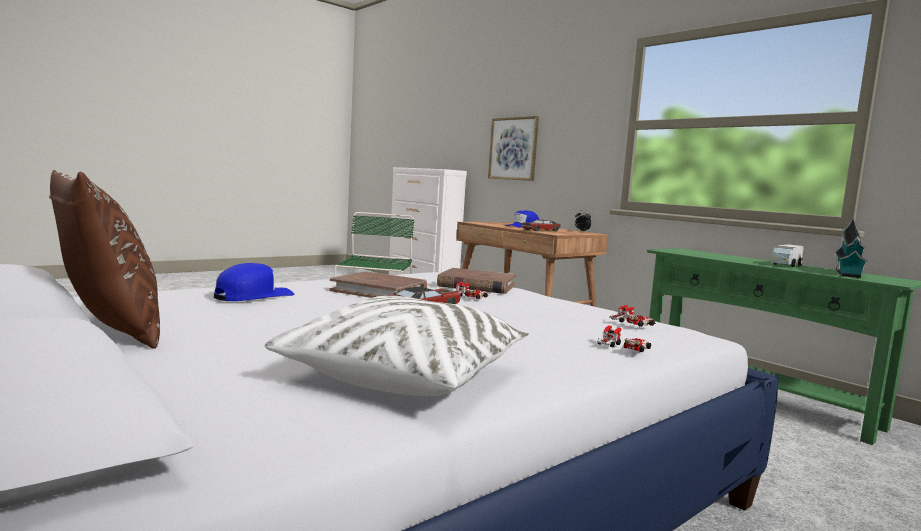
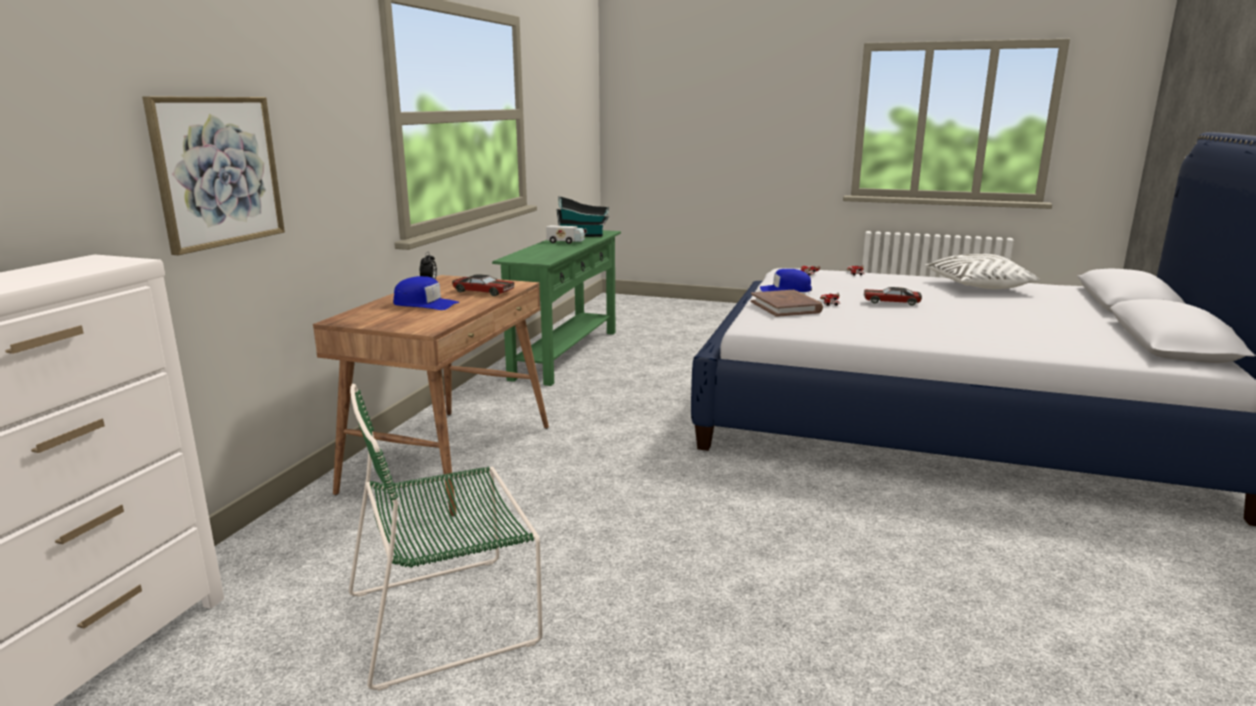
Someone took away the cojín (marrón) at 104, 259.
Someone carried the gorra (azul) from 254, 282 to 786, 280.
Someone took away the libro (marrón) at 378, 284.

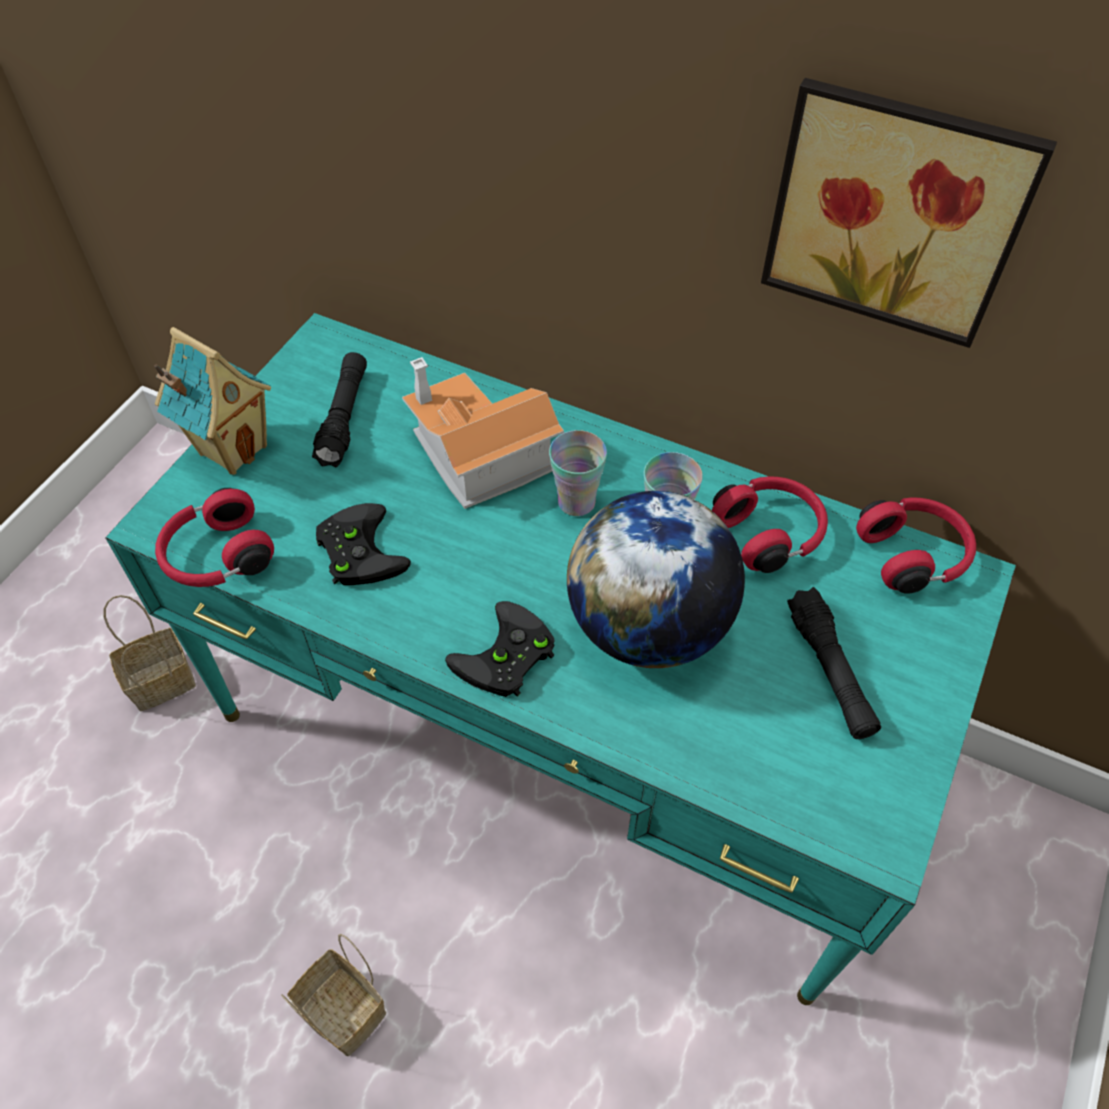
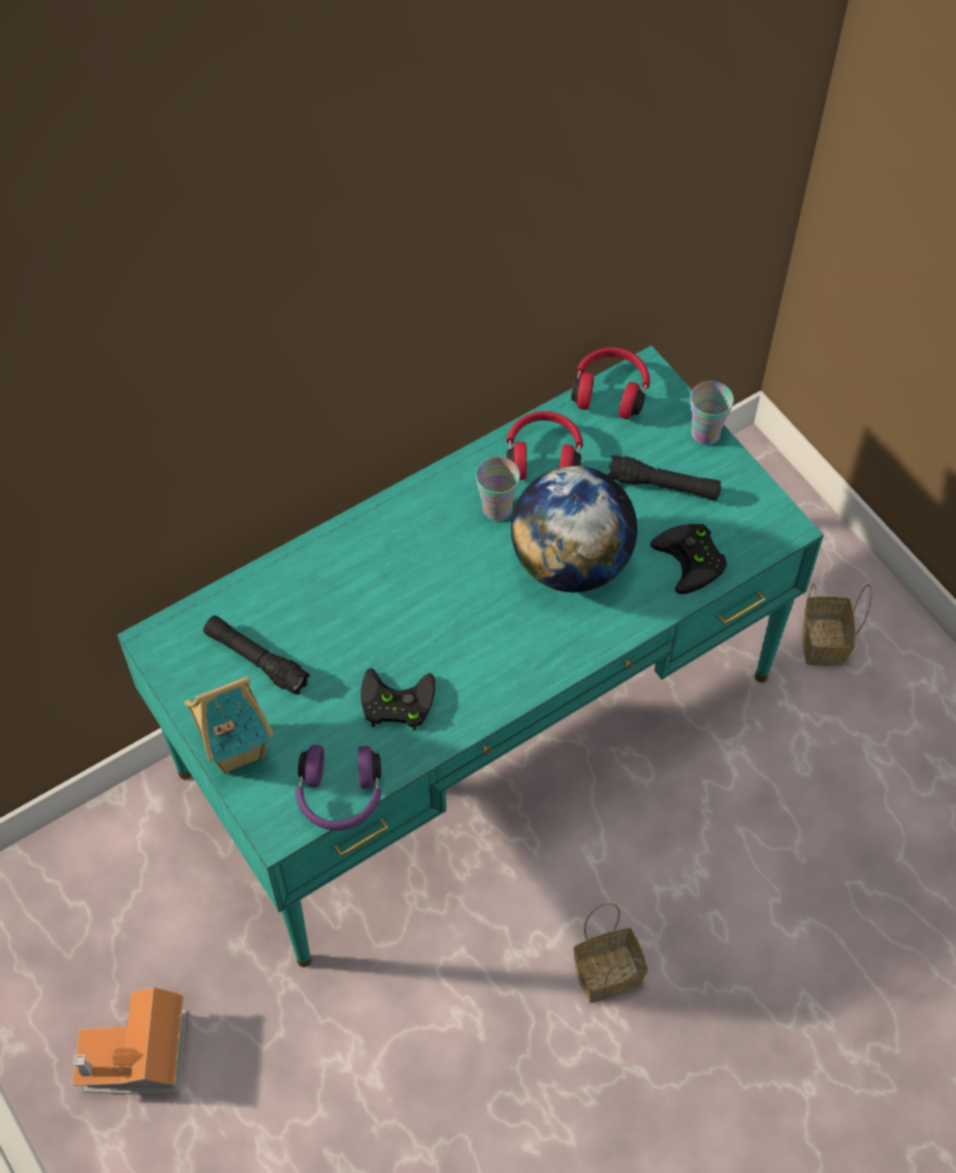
Someone carried the cesta from 149, 653 to 837, 624.
Someone repainted the auriculares (rojo) at 214, 537, which became the auriculares (morado) at 338, 788.
Someone carried the casita from 483, 433 to 129, 1040.
Someone carried the mando de consola (negro) from 500, 649 to 689, 559.
Someone carried the taza from 578, 473 to 712, 413.
Someone took away the cuadro at 909, 213.

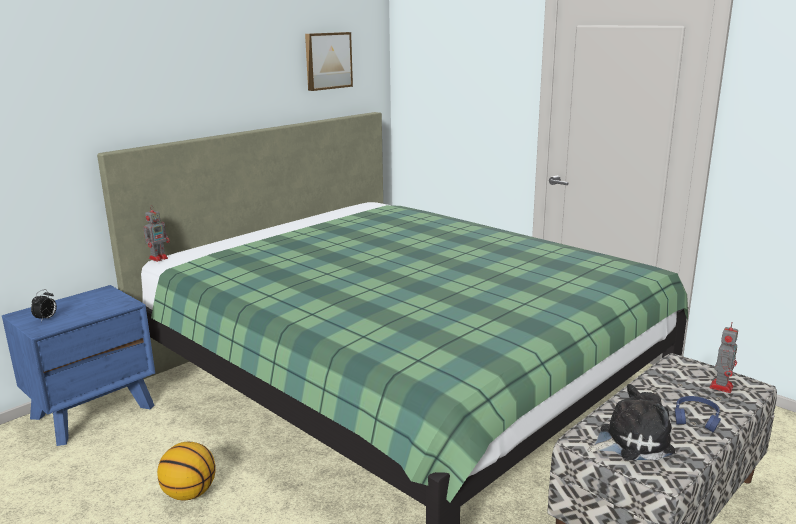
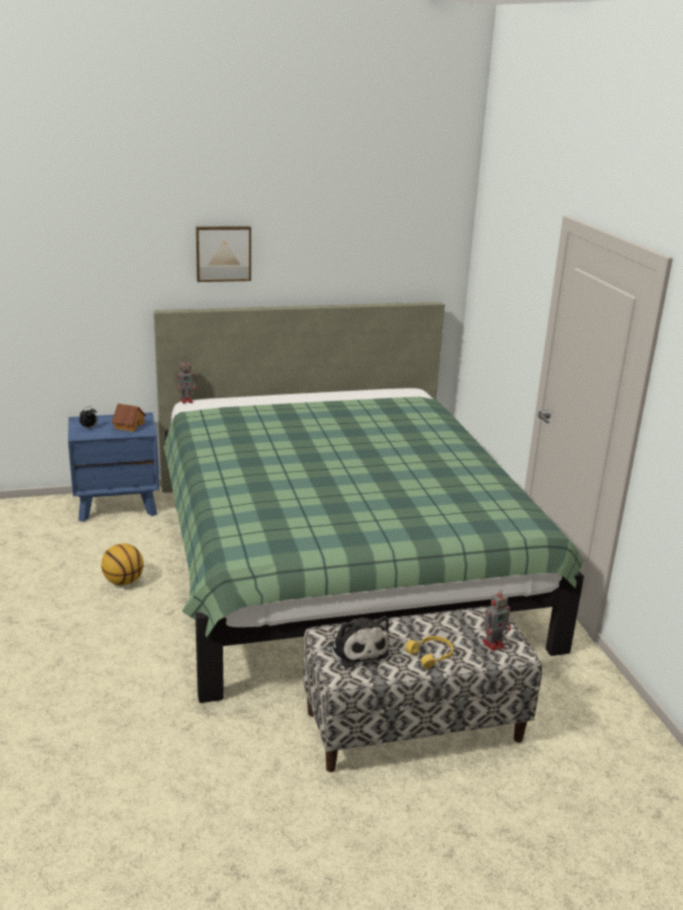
Someone carried the cuadro from 329, 61 to 223, 254.
Someone rotated the peluche at 631, 422 by 45 degrees clockwise.
Someone repainted the auriculares (azul) at 698, 414, which became the auriculares (amarillo) at 429, 652.
Someone put down the casita at 128, 417.

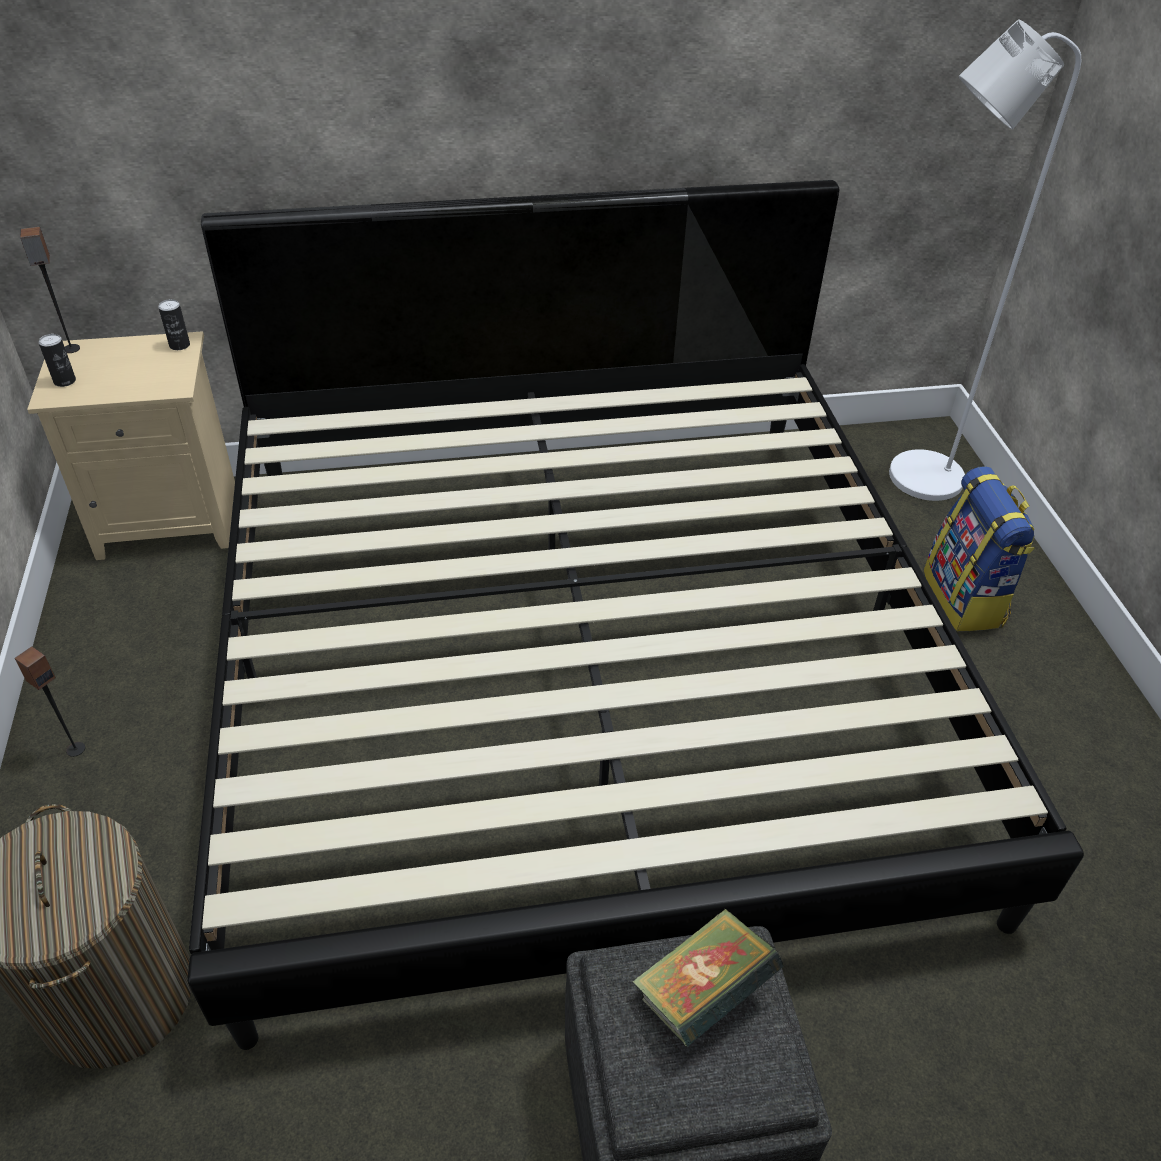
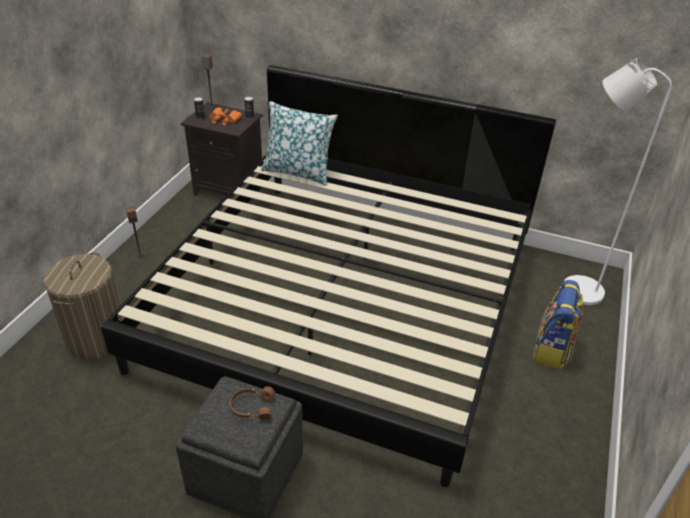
Someone repainted the mesita de noche (beis) at 131, 445, which became the mesita de noche (negro) at 222, 149.
Someone swapped the libro at 708, 978 for the auriculares (marrón) at 252, 403.
Someone put down the prismáticos (naranja) at 225, 116.
Someone put down the cojín at 299, 143.

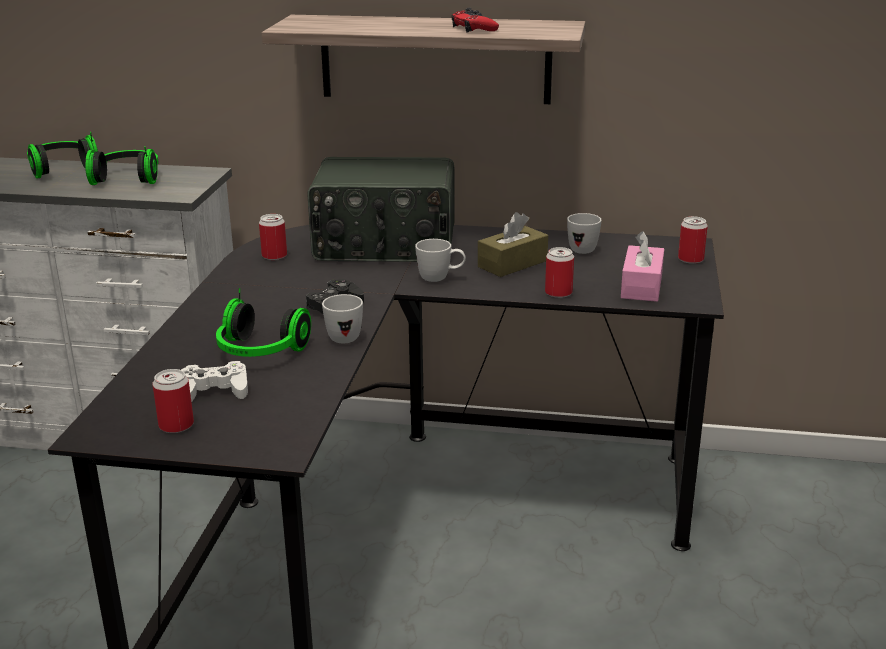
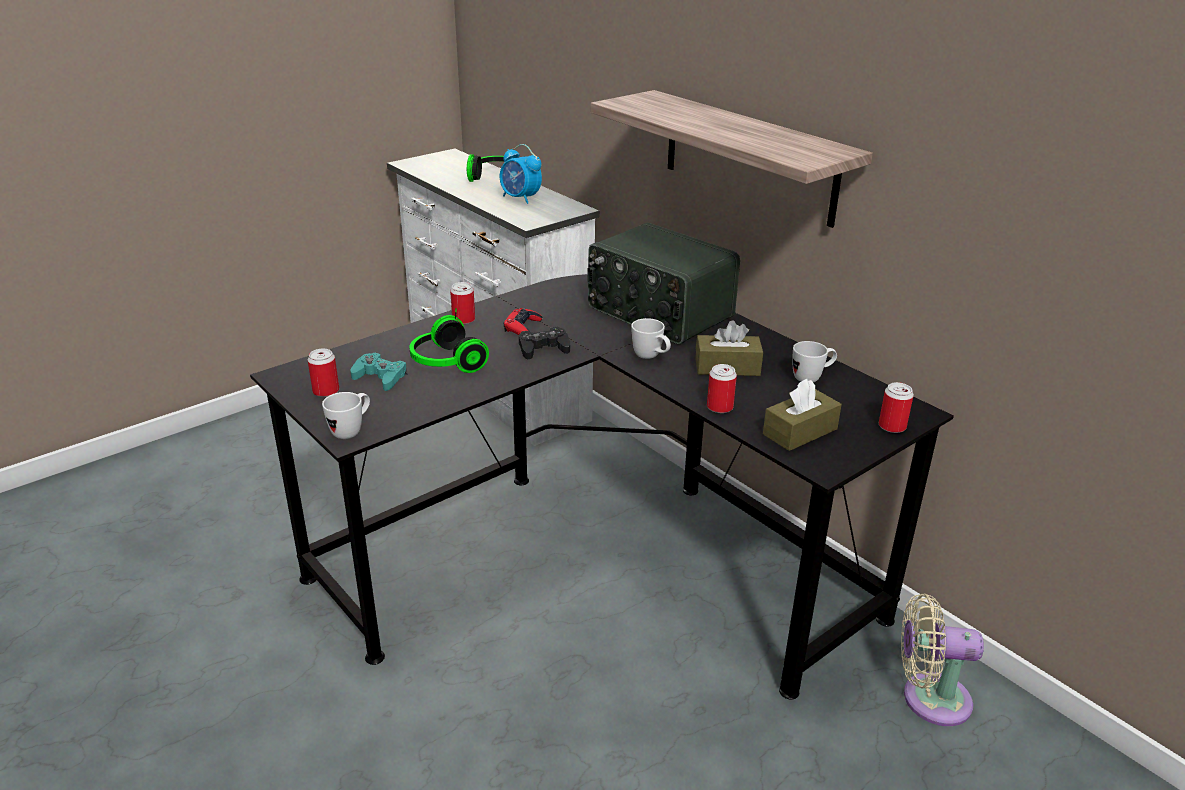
Someone swapped the auriculares at 122, 165 for the despertador at 521, 174.
Someone repainted the mando de consola (blanco) at 214, 381, which became the mando de consola (turquesa) at 378, 372.
Someone carried the lata from 273, 237 to 462, 303.
Someone carried the taza grande (blanco) from 342, 318 to 346, 415.
Someone carried the mando de consola (rojo) from 475, 20 to 522, 321.
Someone repainted the caja de pañuelos (rosa) at 642, 266, which became the caja de pañuelos (marrón) at 802, 415.
Someone put down the ventilador (beis) at 942, 659.

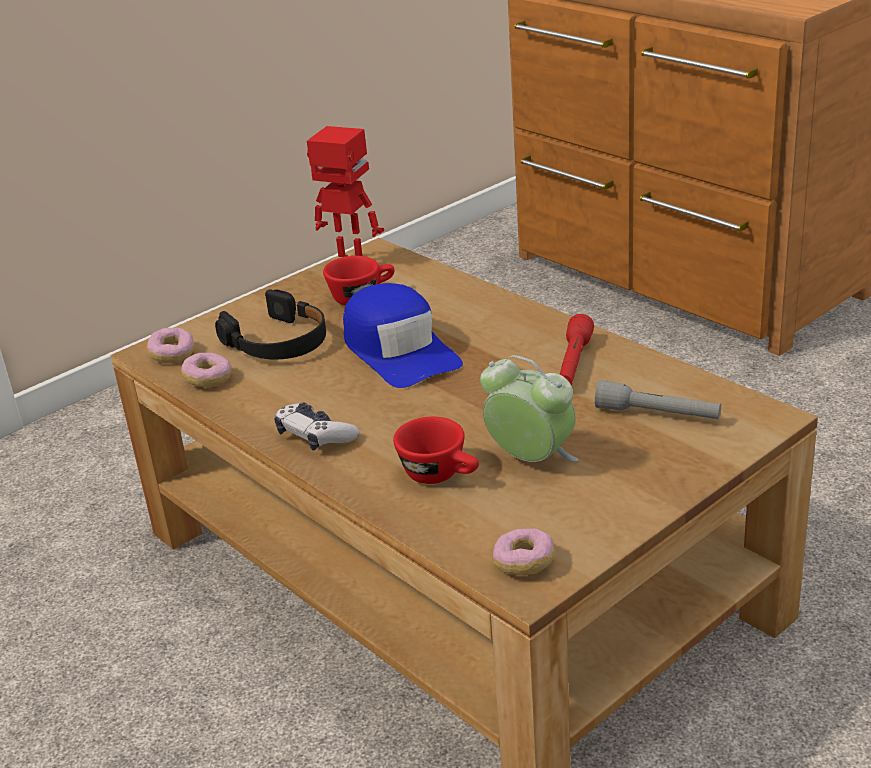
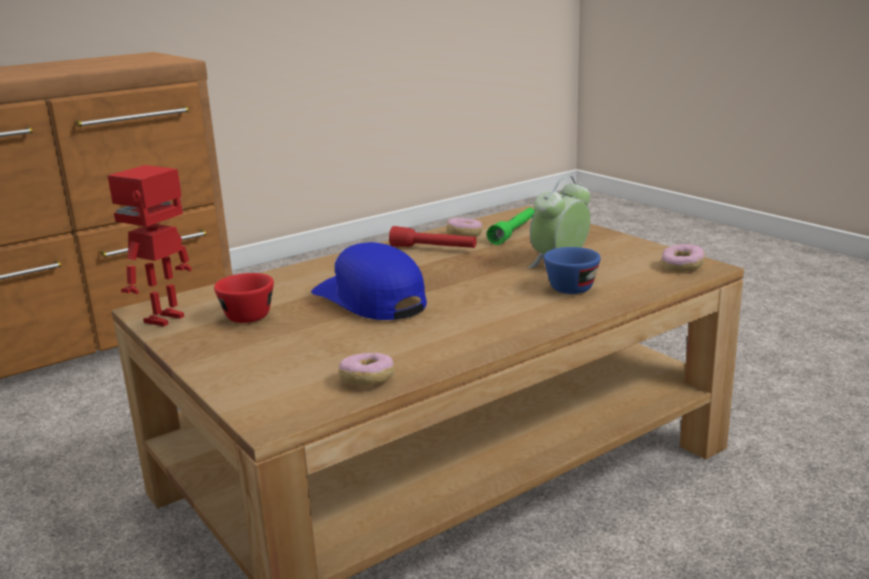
Someone carried the rosquilla from 170, 345 to 464, 227.
Someone took away the auriculares (negro) at 270, 324.
Someone took away the mando de consola at 317, 427.
Someone rotated the gorra (azul) at 403, 335 by 105 degrees counterclockwise.
Someone repainted the taza (rojo) at 436, 450, which became the taza (azul) at 572, 270.
Someone repainted the linterna (gris) at 658, 399, which became the linterna (verde) at 511, 226.

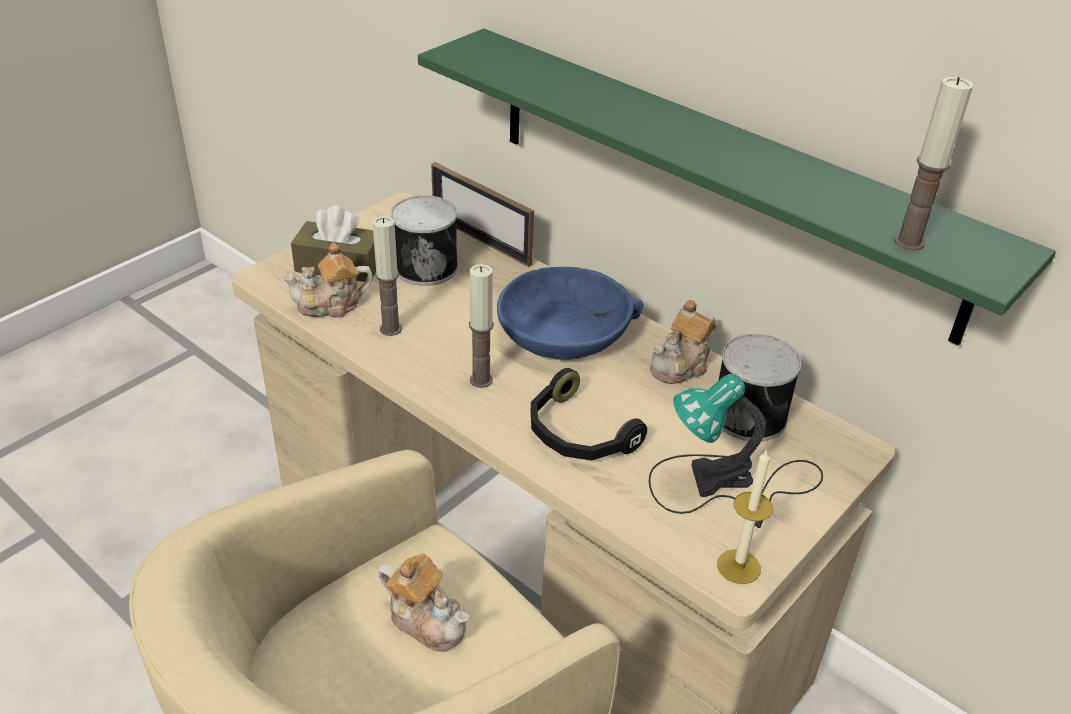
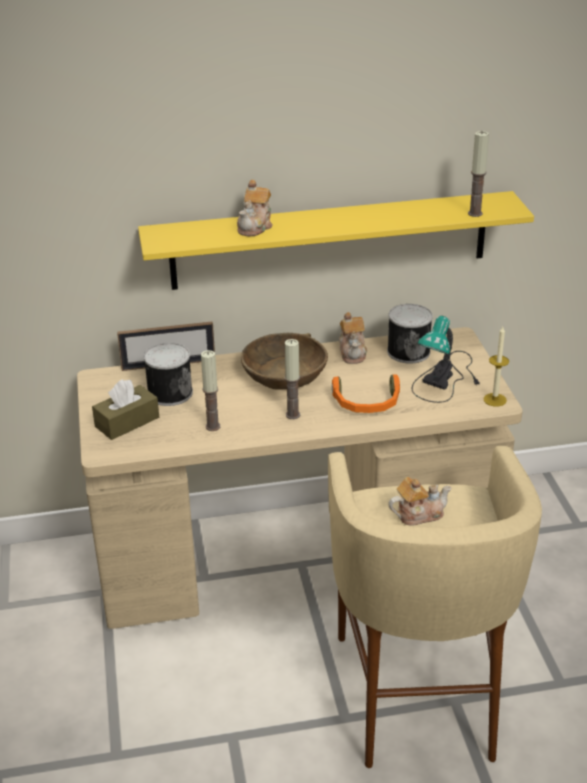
Someone carried the tetera from 327, 279 to 254, 208.
Someone repainted the estante (verde) at 737, 187, which became the estante (amarillo) at 336, 240.
Someone repainted the cuenco (azul) at 570, 313, which became the cuenco (marrón) at 284, 361.
Someone repainted the auriculares (negro) at 589, 414, which became the auriculares (naranja) at 366, 393.

